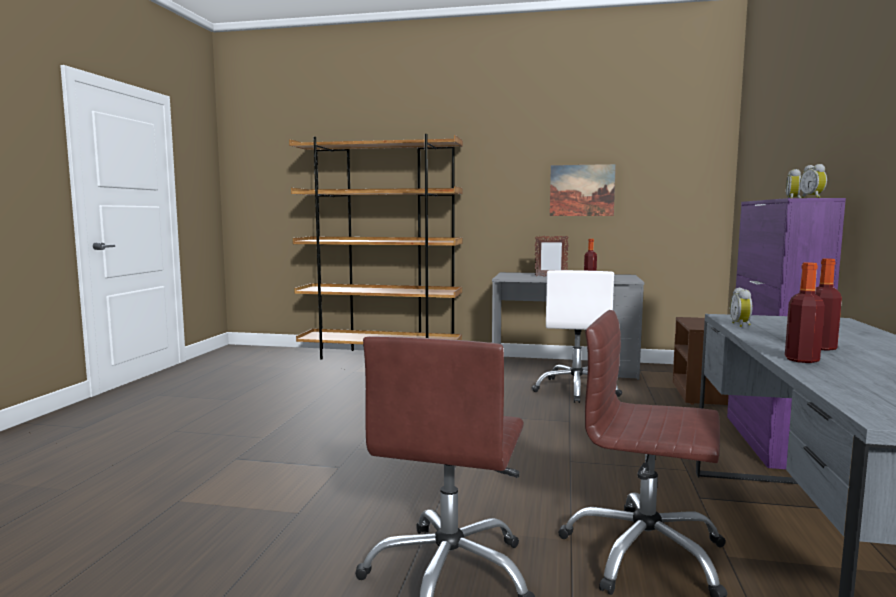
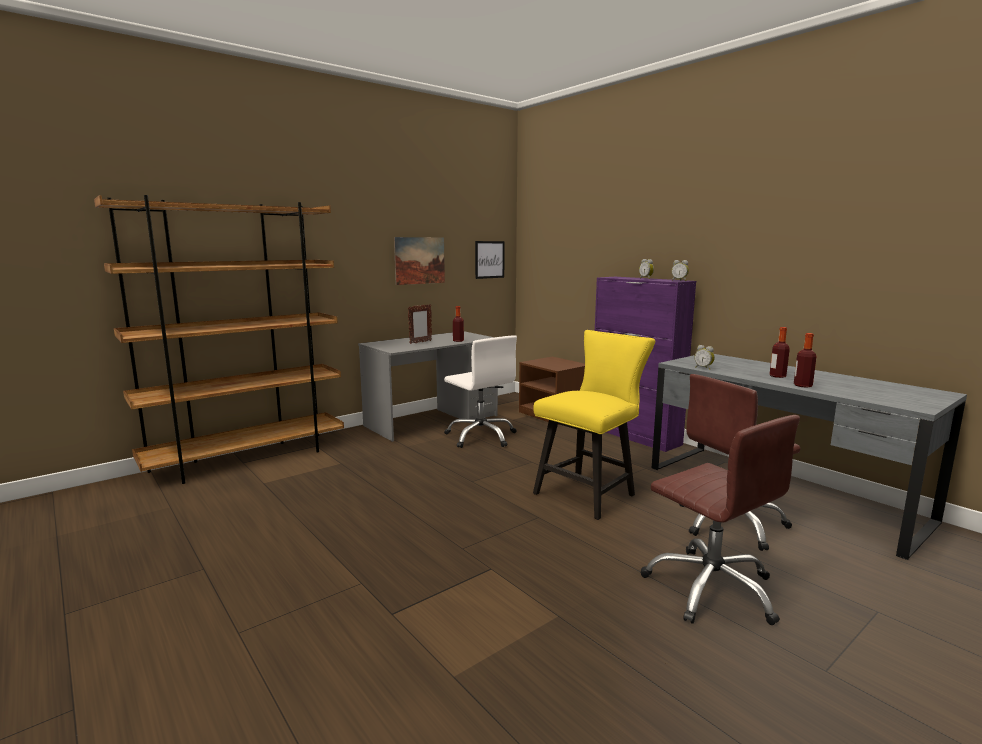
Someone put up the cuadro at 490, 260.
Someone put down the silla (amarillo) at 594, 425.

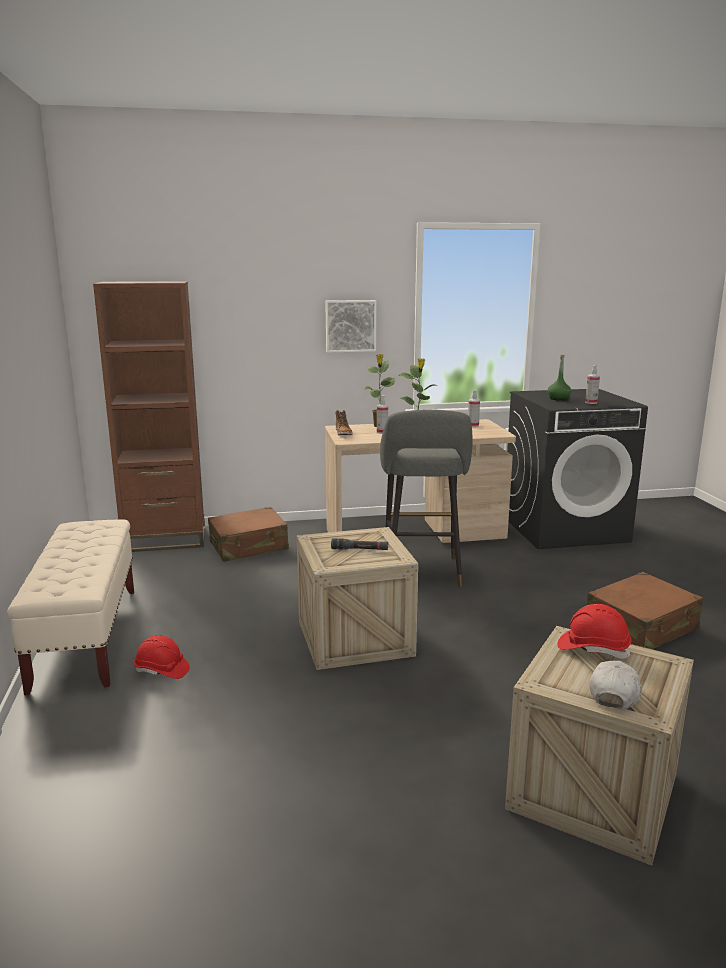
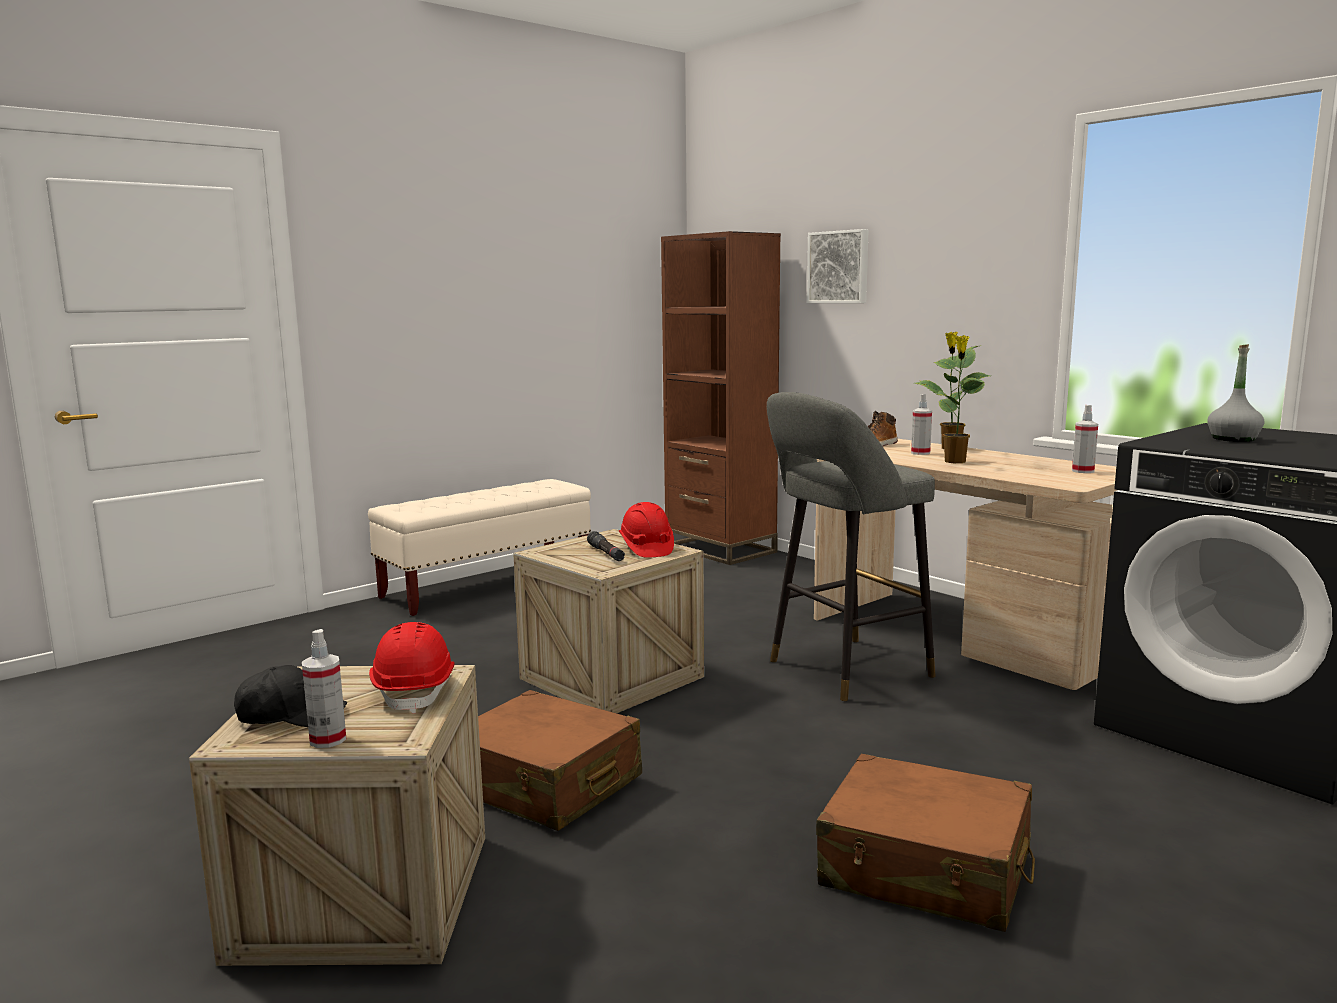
Someone carried the casco (rojo) from 162, 657 to 646, 530.
Someone carried the maleta (marrón) from 248, 534 to 560, 760.
Someone carried the cuadro from 350, 326 to 837, 266.
Someone repainted the botella (verde) at 559, 378, which became the botella (gris) at 1235, 393.
Someone carried the pulverizador from 592, 384 to 324, 688.
Someone repainted the gorra (blanco) at 615, 685, which became the gorra (negro) at 290, 696.

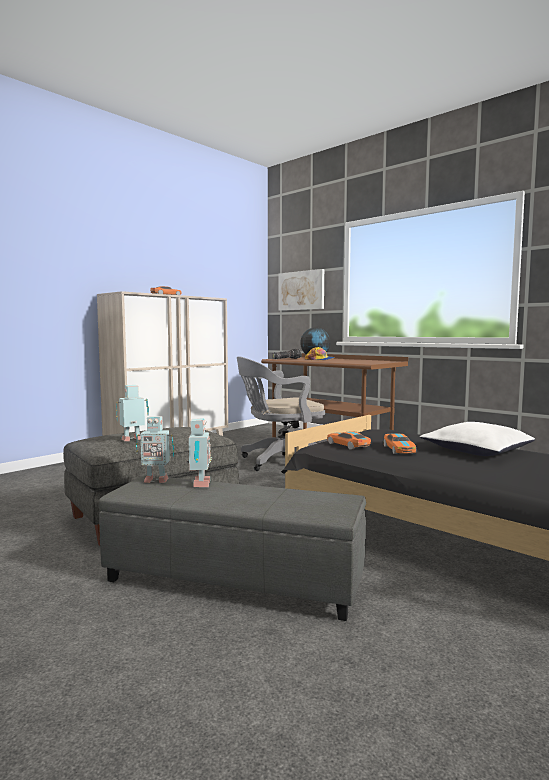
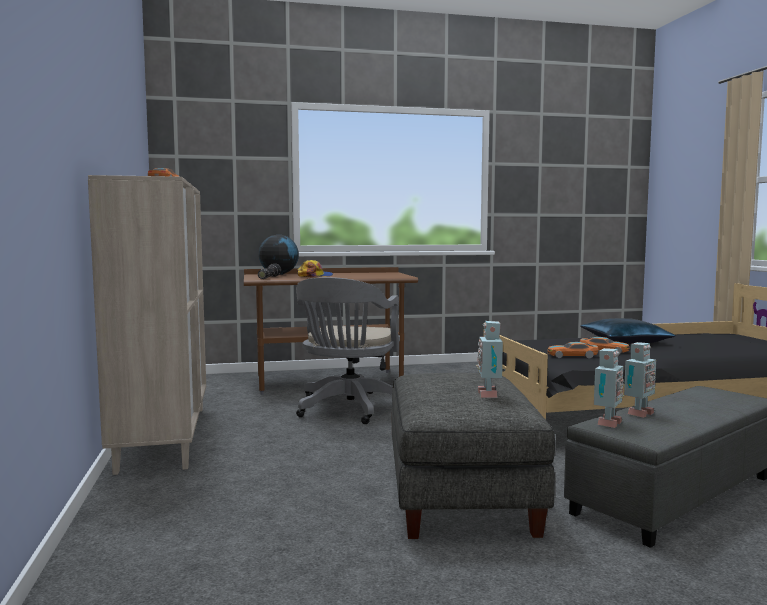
Someone rotated the robot de juguete at 199, 452 by 105 degrees clockwise.
Someone took away the cuadro at 301, 290.
Someone repainted the cojín (blanco) at 477, 439, which became the cojín (azul) at 627, 331.

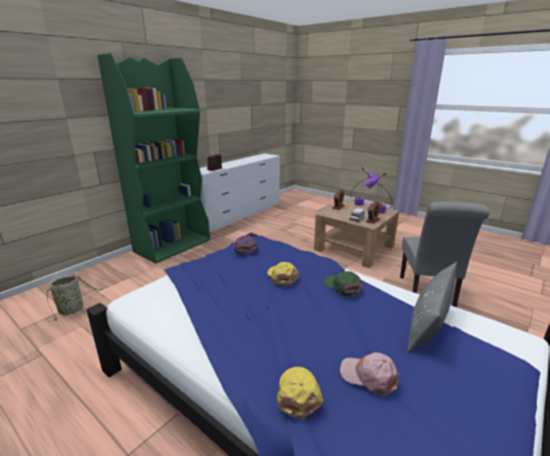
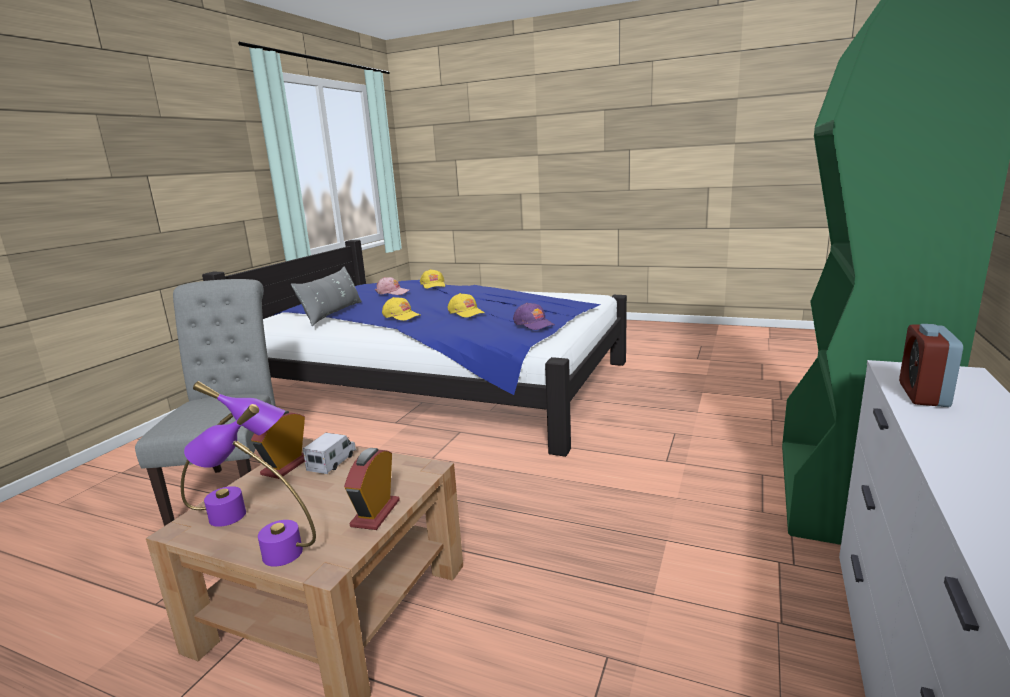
Someone took away the cesta at 74, 298.
Someone repainted the gorra (verde) at 343, 283, which became the gorra (amarillo) at 401, 309.

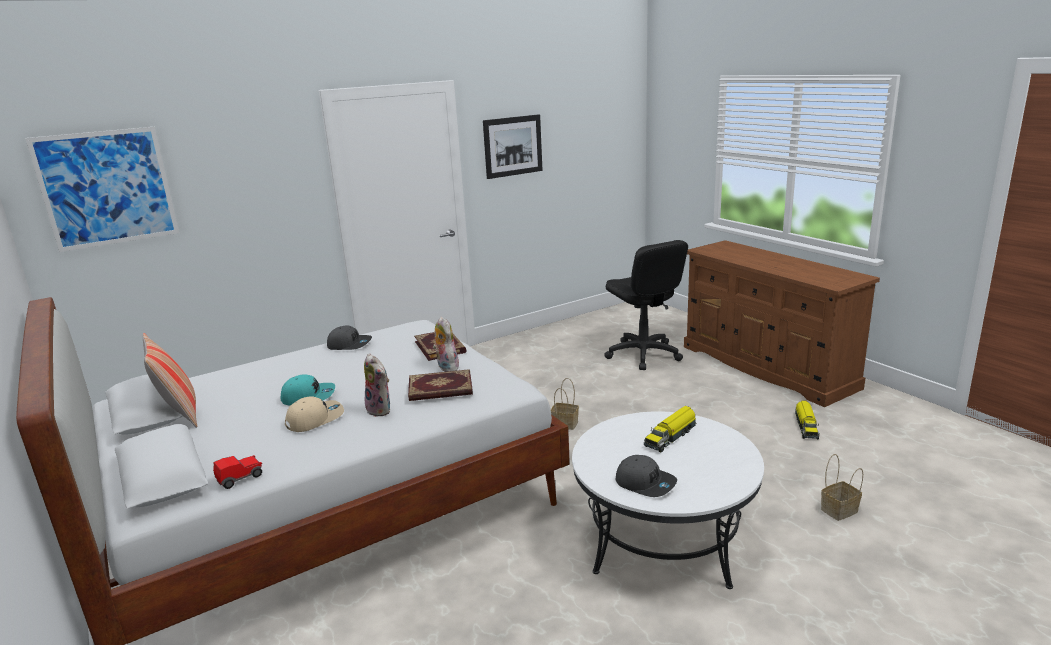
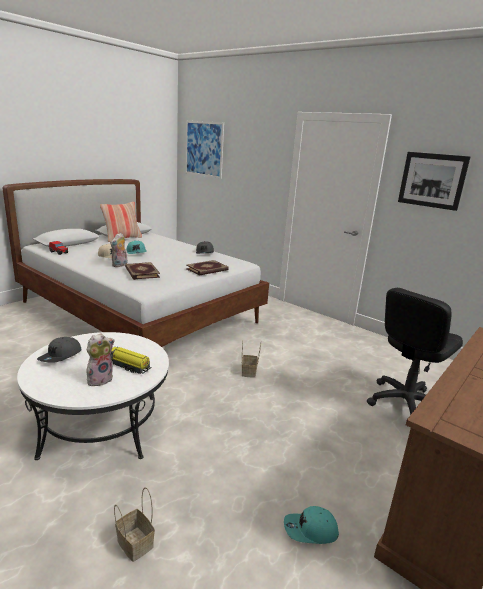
Someone carried the peluche from 446, 344 to 100, 359.
Someone swapped the camión de juguete at 807, 420 for the gorra (turquesa) at 311, 525.

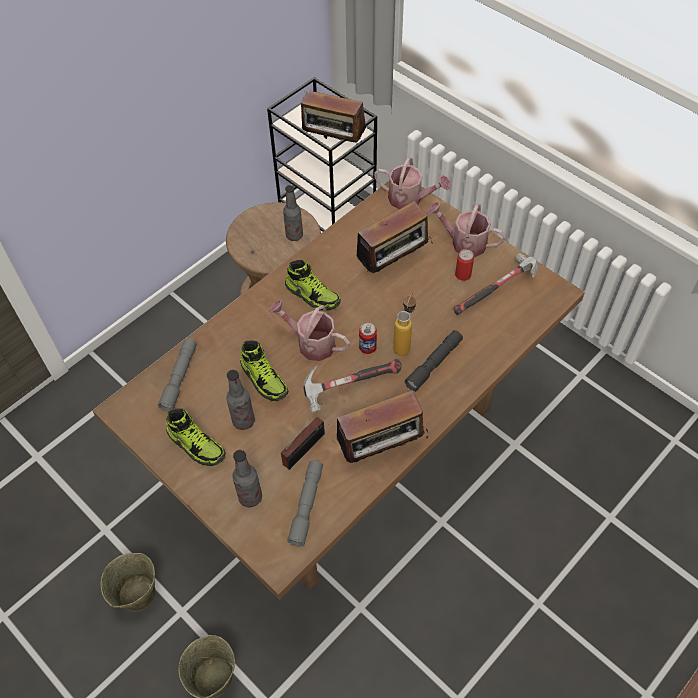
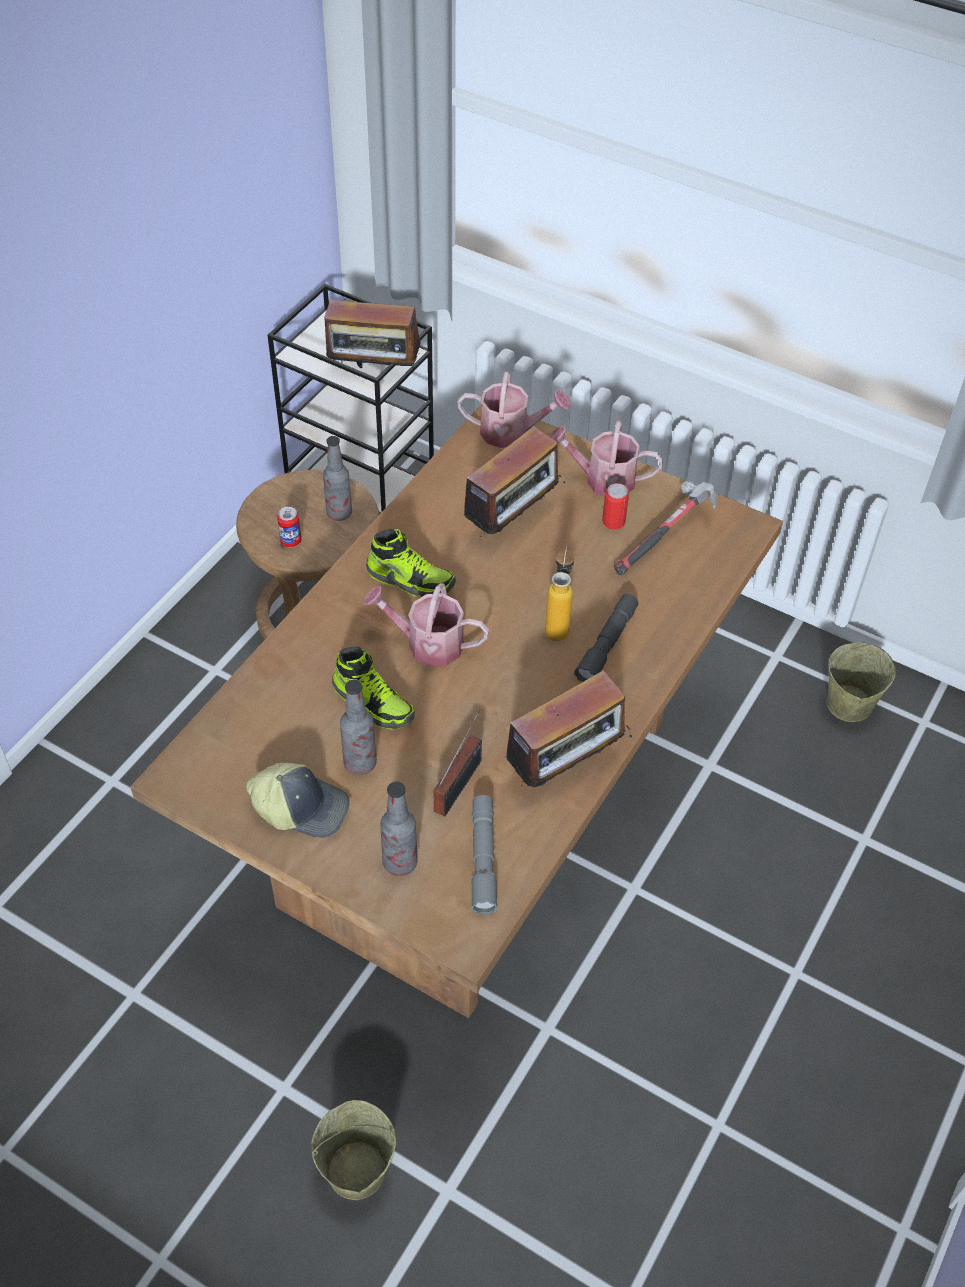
Someone carried the cubo (beis) from 128, 582 to 861, 682.
Someone took away the linterna (gris) at 177, 375.
Someone swapped the zapato at 196, 437 for the gorra at 298, 800.
Someone took away the martillo at 352, 386.
Someone carried the lata from 368, 338 to 289, 527.

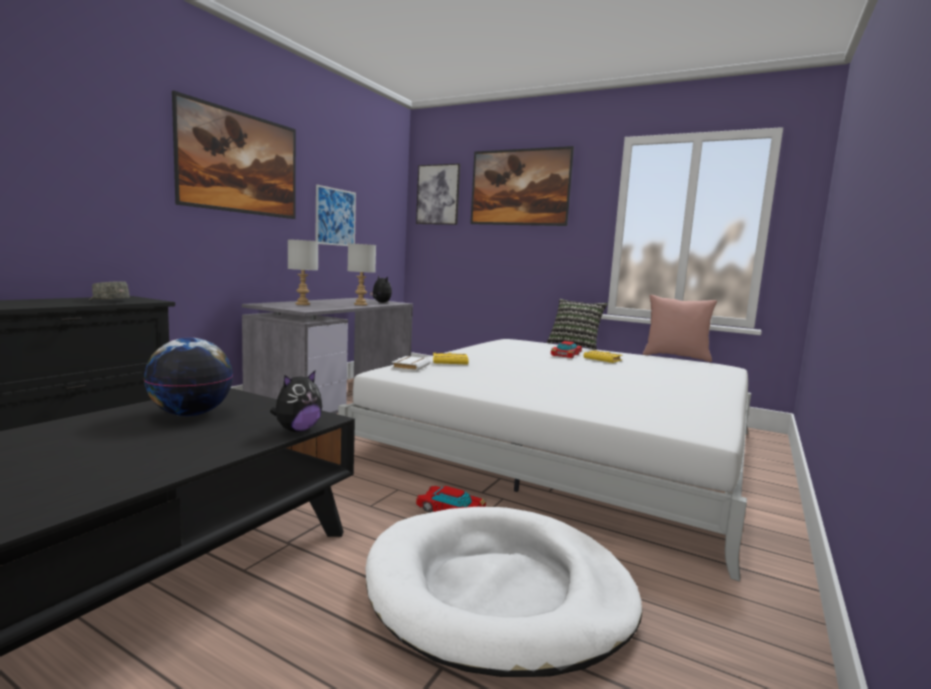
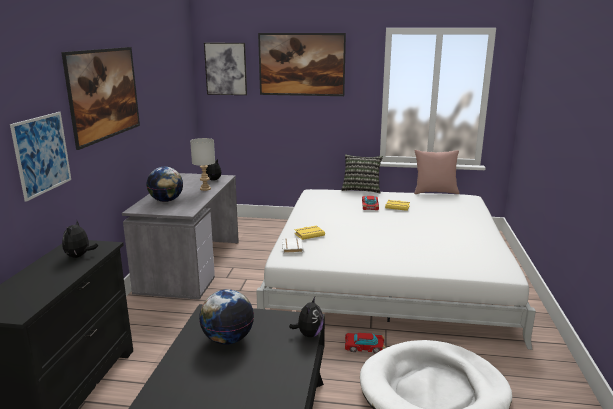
Someone swapped the gorra (gris) at 109, 291 for the peluche at 80, 239.
Someone swapped the lámpara de mesa (gris) at 303, 272 for the globo terráqueo at 164, 184.
Someone carried the cuadro from 335, 215 to 40, 157.

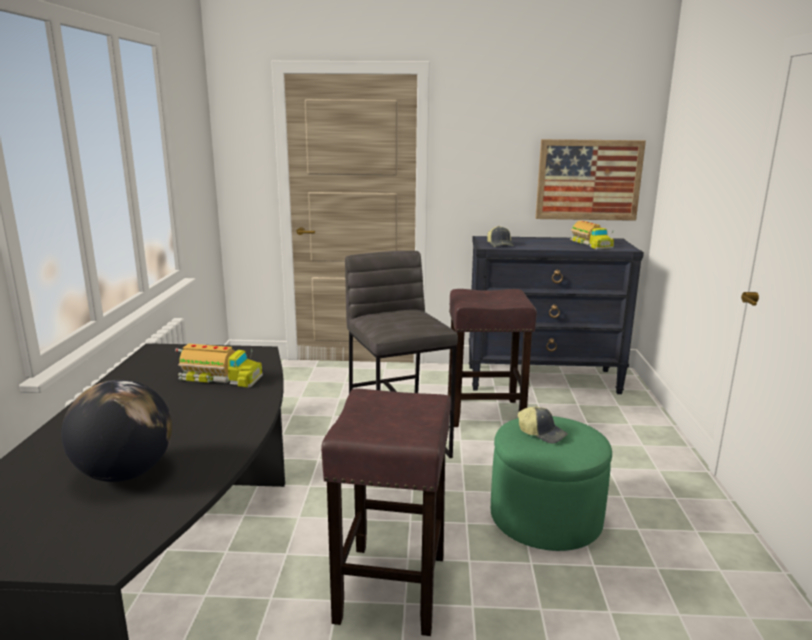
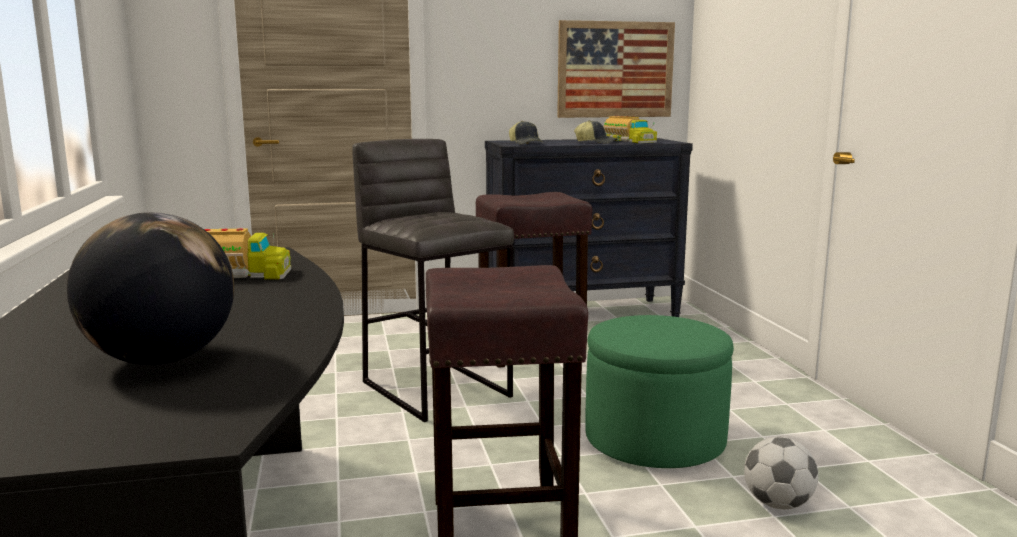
Someone carried the gorra from 543, 425 to 595, 131.
Someone put down the balón de fútbol at 781, 473.

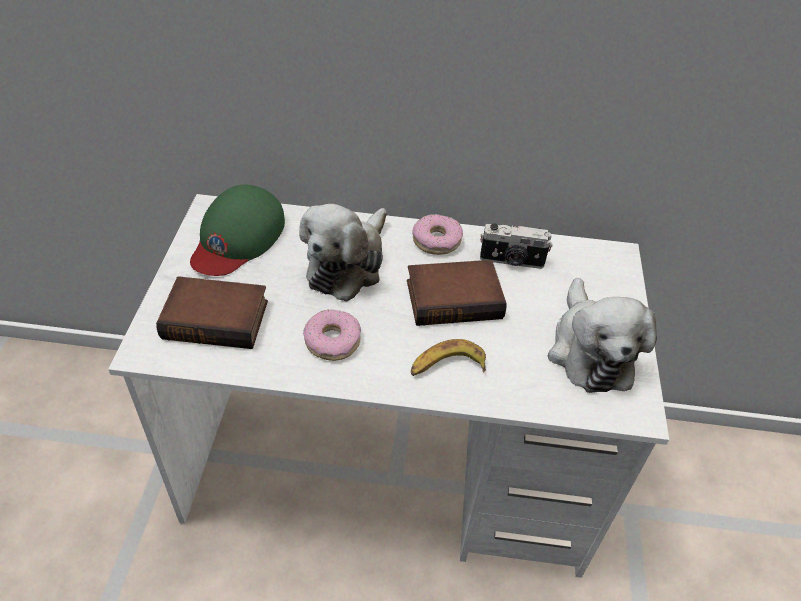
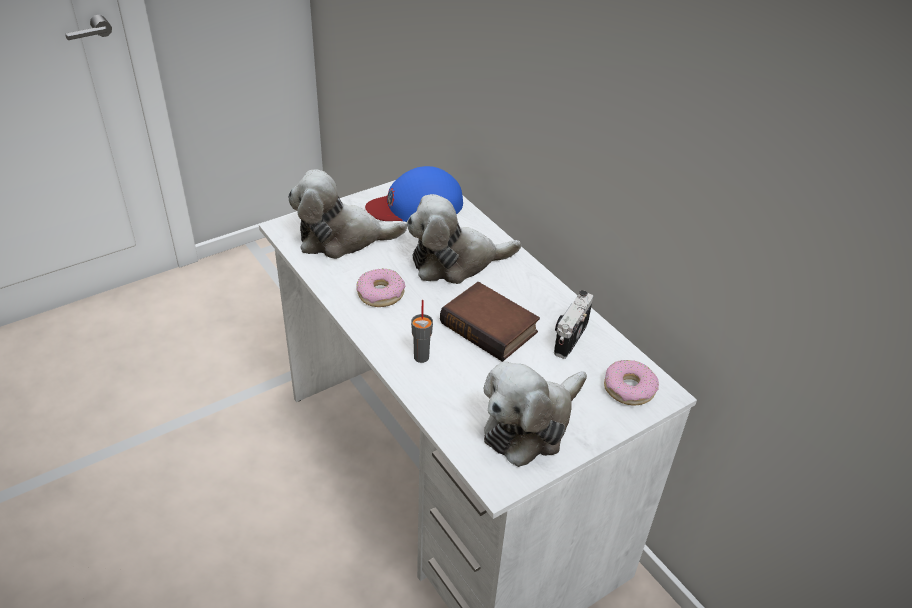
Someone swapped the libro at 212, 312 for the peluche at 347, 214.
Someone repainted the gorra (verde) at 237, 230, which became the gorra (azul) at 414, 194.
Someone swapped the plátano at 448, 357 for the taza (gris) at 422, 331.
Someone carried the rosquilla from 437, 234 to 631, 382.
Someone rotated the cámara at 516, 246 by 60 degrees clockwise.

